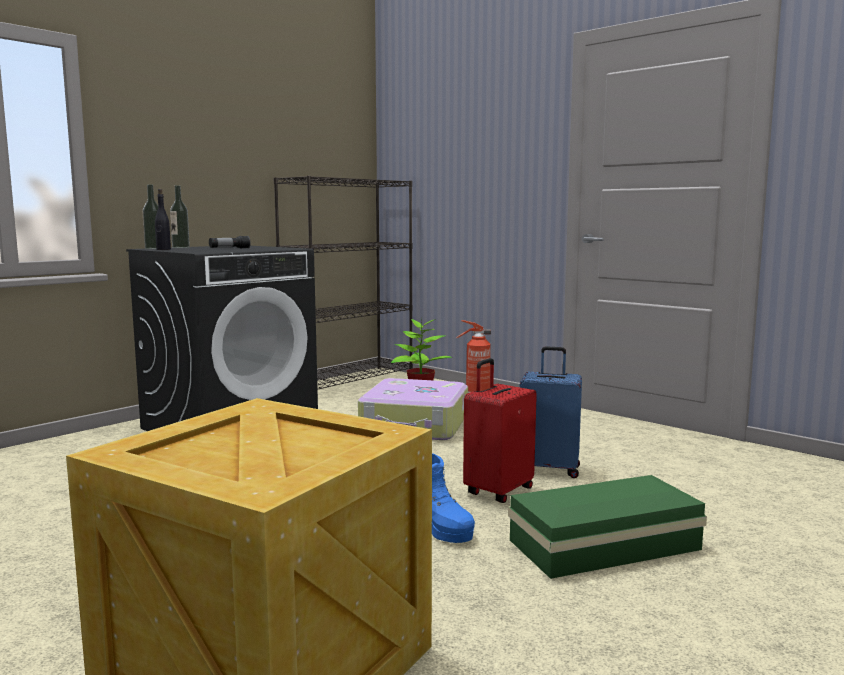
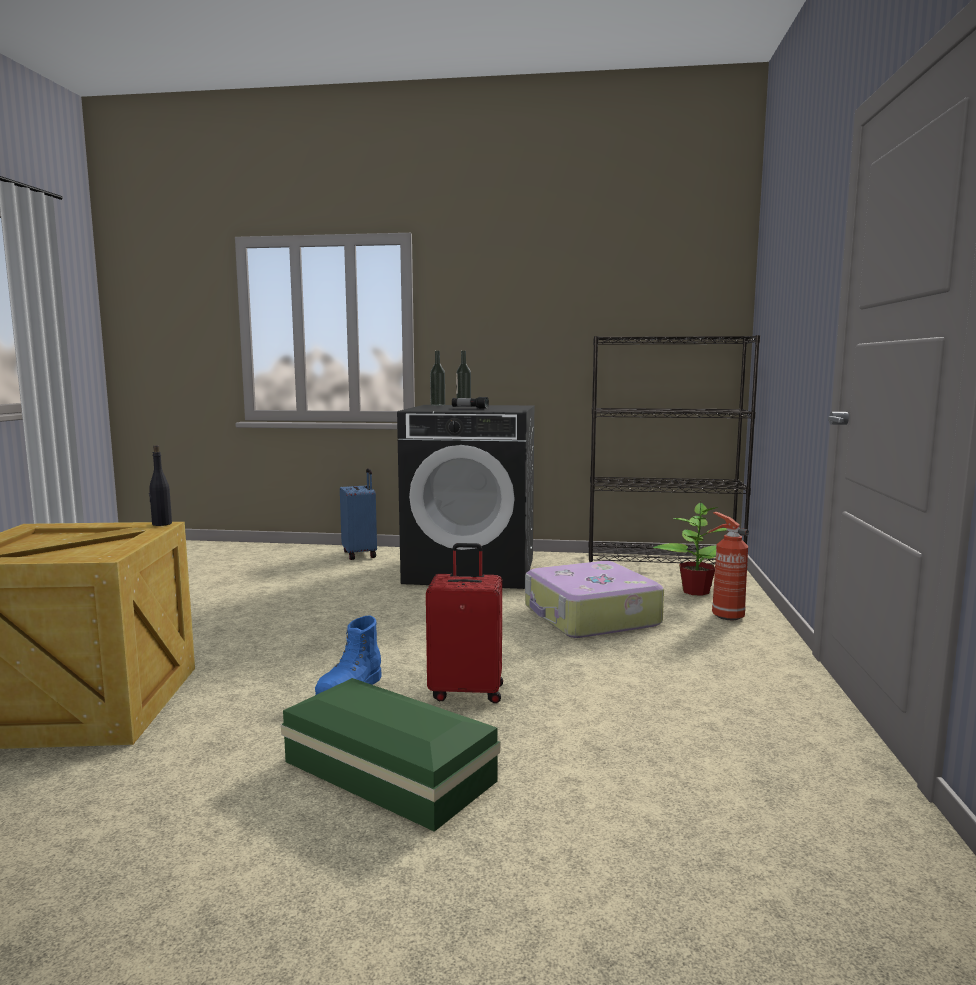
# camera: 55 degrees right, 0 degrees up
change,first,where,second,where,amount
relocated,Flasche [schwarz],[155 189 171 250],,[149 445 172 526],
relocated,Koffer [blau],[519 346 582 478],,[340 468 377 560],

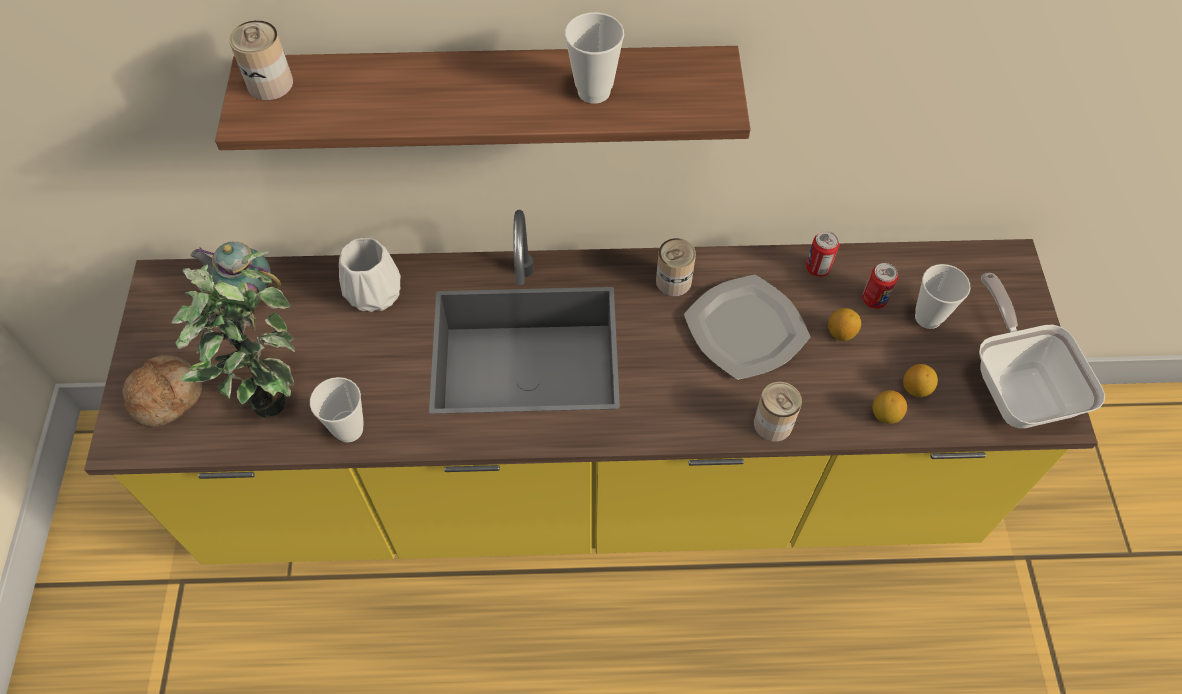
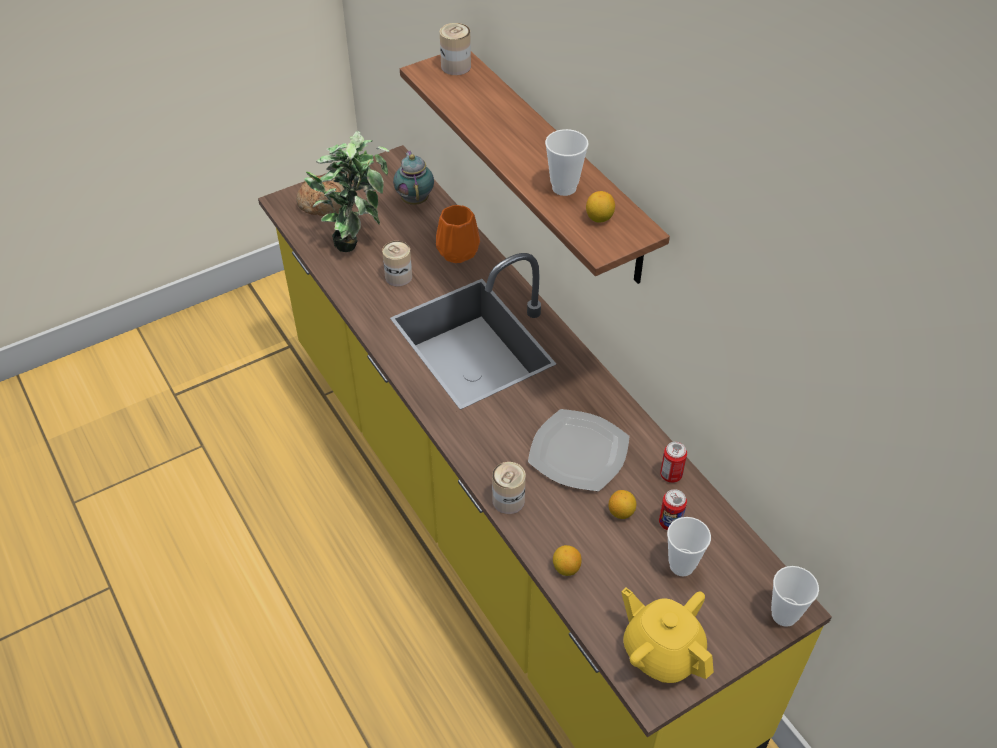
# camera: 60 degrees right, 10 degrees down
change,first,where,second,where,amount
relocated,Tasse,[310 377 364 443],,[771 566 819 627],
relocated,Dose,[656 238 696 296],,[382 241 412 287],
relocated,Zitrone,[903 364 938 398],,[586 191 615 223],
exchanged,Pfanne,[979 273 1105 428],Teekanne [gelb],[621 588 714 683],
colour,Vase [weiß],[339 238 401 312],Vase [orange],[436 205 480 263],

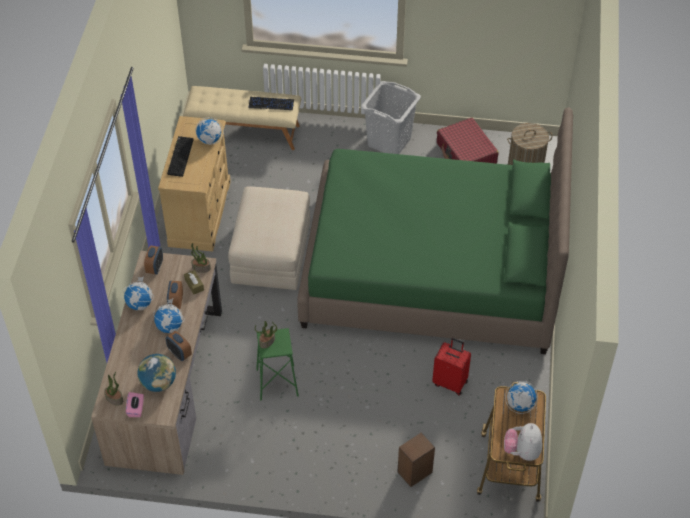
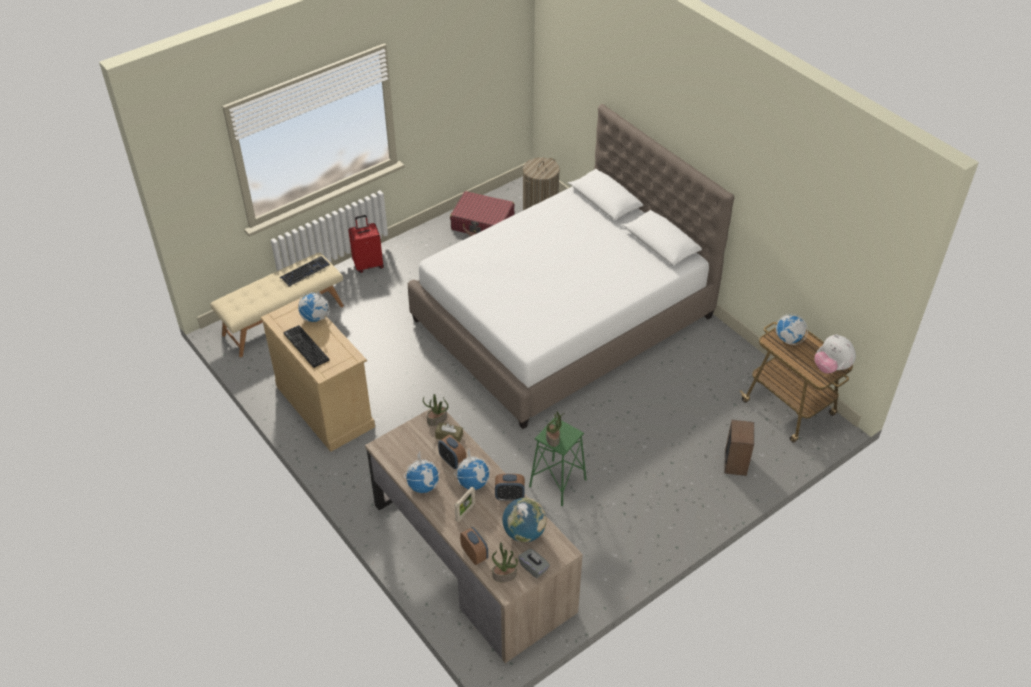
# camera: 45 degrees left, 5 degrees down
change,first,where,second,where,amount
missing,Polsterhocker [beige],[228 186 310 290],,,
missing,Wäschekorb [grau],[361 81 421 154],,,
appeared,,,Bilderrahmen,[455 486 475 522],
relocated,Wecker,[144 245 163 275],,[460 527 488 565],
relocated,Koffer [rot],[432 338 471 395],,[349 215 384 273],
colour,Taschentuchbox [rosa],[126 392 144 417],Taschentuchbox [grau],[518 548 550 578],
colour,Bett [grün],[297 107 573 354],Bett [weiß],[408 104 734 429],

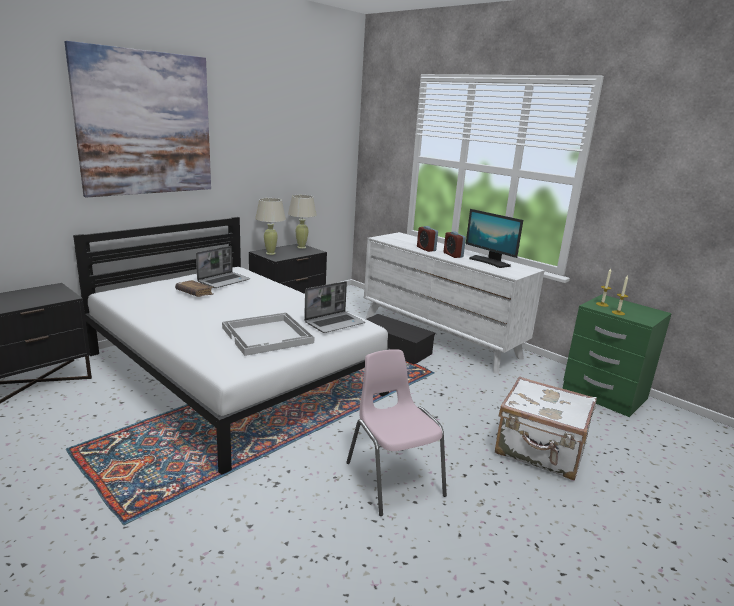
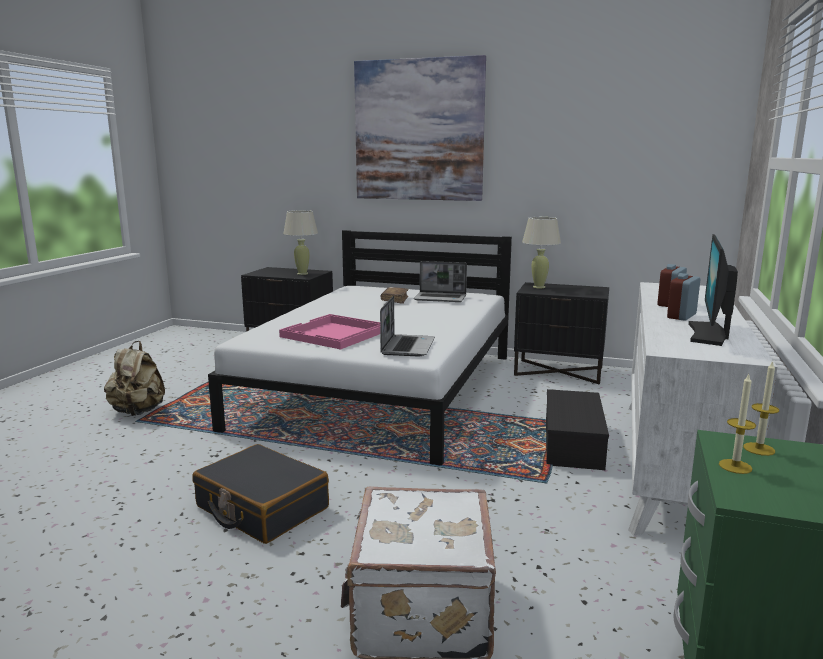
# camera: 65 degrees right, 5 degrees down
change,first,where,second,where,amount
appeared,,,Rucksack [beige],[104 341 165 416],
relocated,Tischlampe [beige],[288 195 317 249],,[283 210 318 275],
exchanged,Stuhl [rosa],[346 349 447 516],Koffer [schwarz],[193 444 329 544],
colour,Tablett [weiß],[222 312 314 356],Tablett [rosa],[279 314 380 350],
spun,Laptop,[304 281 365 333],,[380 296 435 356],105 degrees counterclockwise

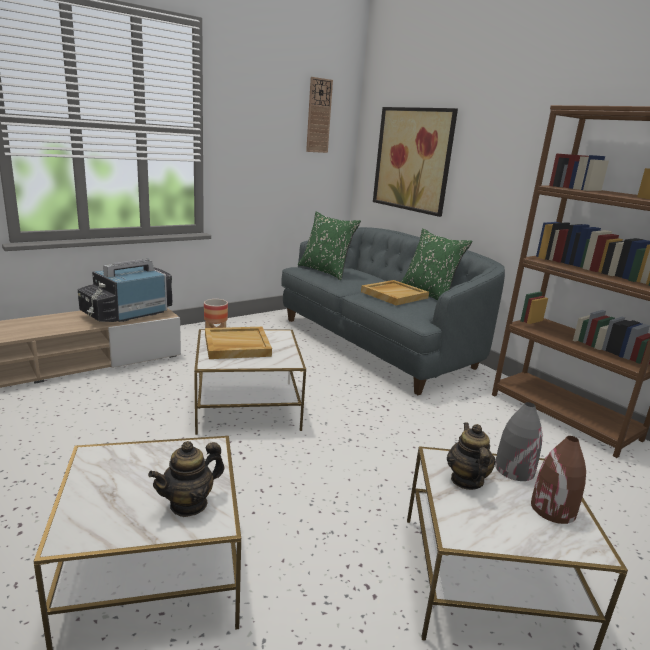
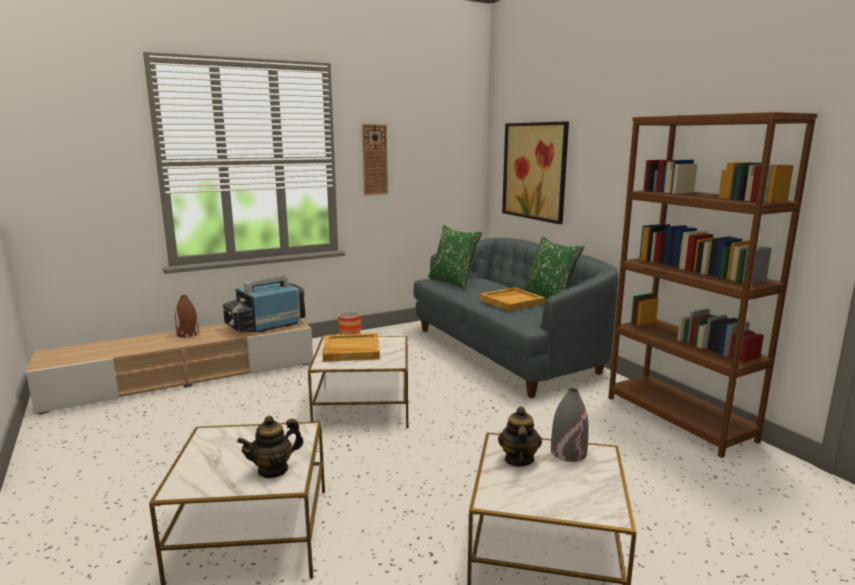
# camera: 10 degrees right, 5 degrees down
change,first,where,second,where,amount
relocated,Wanduhr,[306 77 333 153],,[362 124 388 195],
relocated,Vase [braun],[531 436 586 524],,[175 295 199 338],

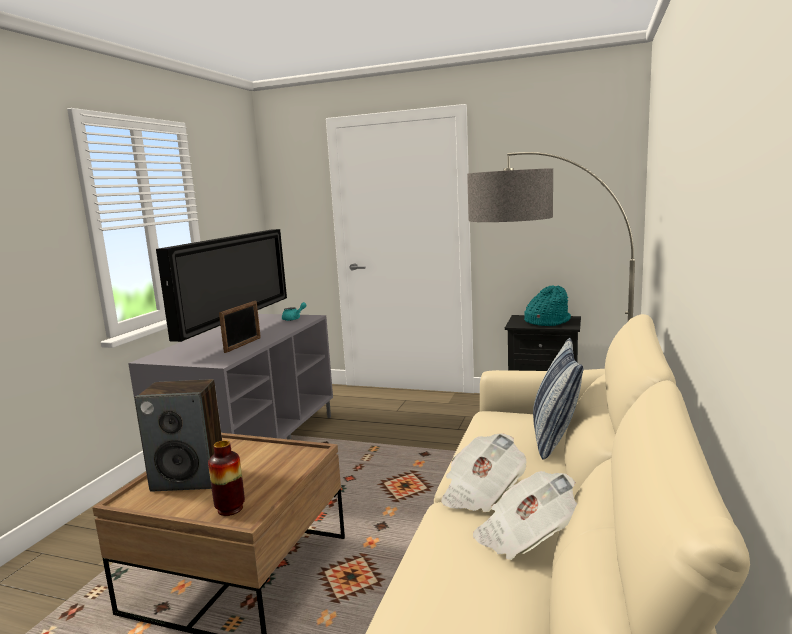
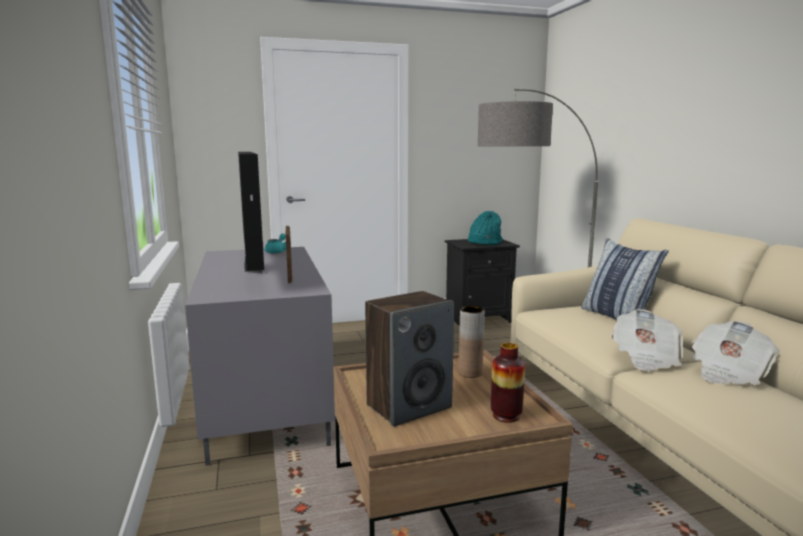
# camera: 35 degrees left, 0 degrees up
change,first,where,second,where,amount
appeared,,,Vase [braun],[459 306 485 378],

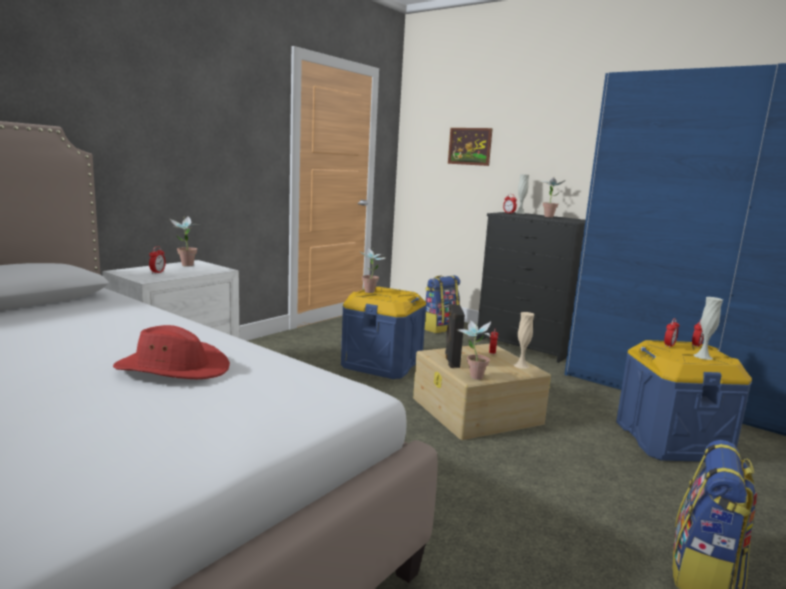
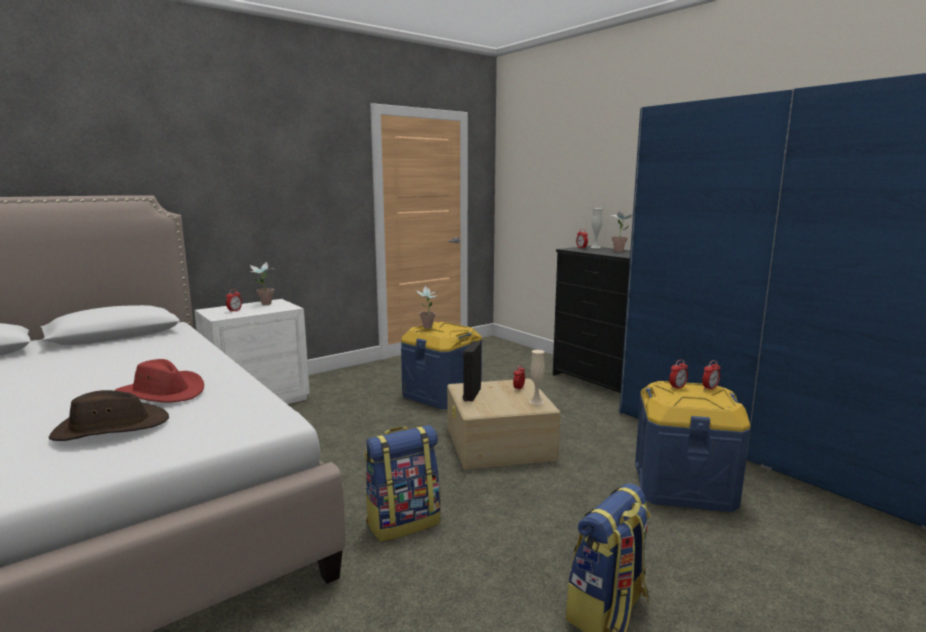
# camera: 15 degrees right, 0 degrees up
change,first,where,second,where,amount
missing,Bild,[448 128 493 166],,,
missing,Topfpflanze,[457 320 491 380],,,
missing,Vase [weiß],[694 297 723 360],,,
appeared,,,Hut [braun],[49 390 169 441],
relocated,Rucksack,[425 275 460 333],,[365 425 441 542],

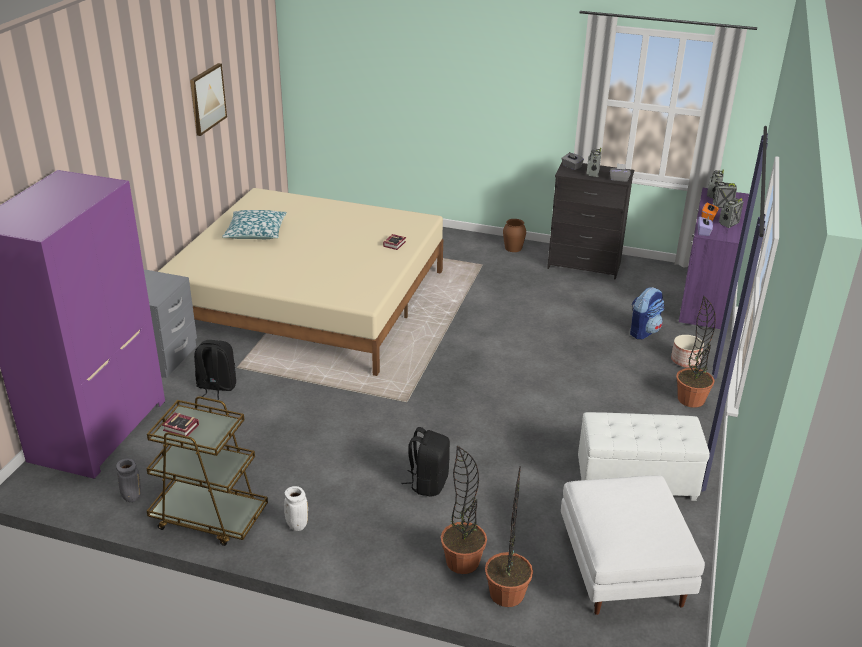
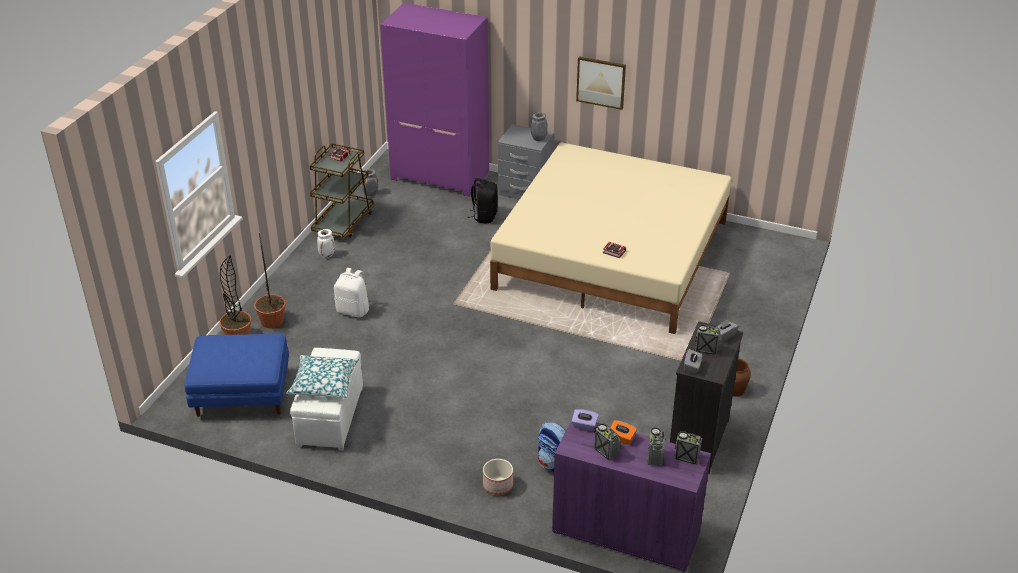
# camera: 95 degrees right, 5 degrees up
change,first,where,second,where,amount
missing,Topfpflanze,[677 295 716 408],,,
appeared,,,Vase [grau],[531 113 547 141],
relocated,Bild,[190 63 227 136],,[576 56 626 110],
relocated,Kissen,[222 210 287 239],,[286 355 359 398],
colour,Rucksack [schwarz],[402 427 450 496],Rucksack [weiß],[334 268 369 318],
colour,Polsterhocker [weiß],[561 475 705 615],Polsterhocker [blau],[184 334 289 417],

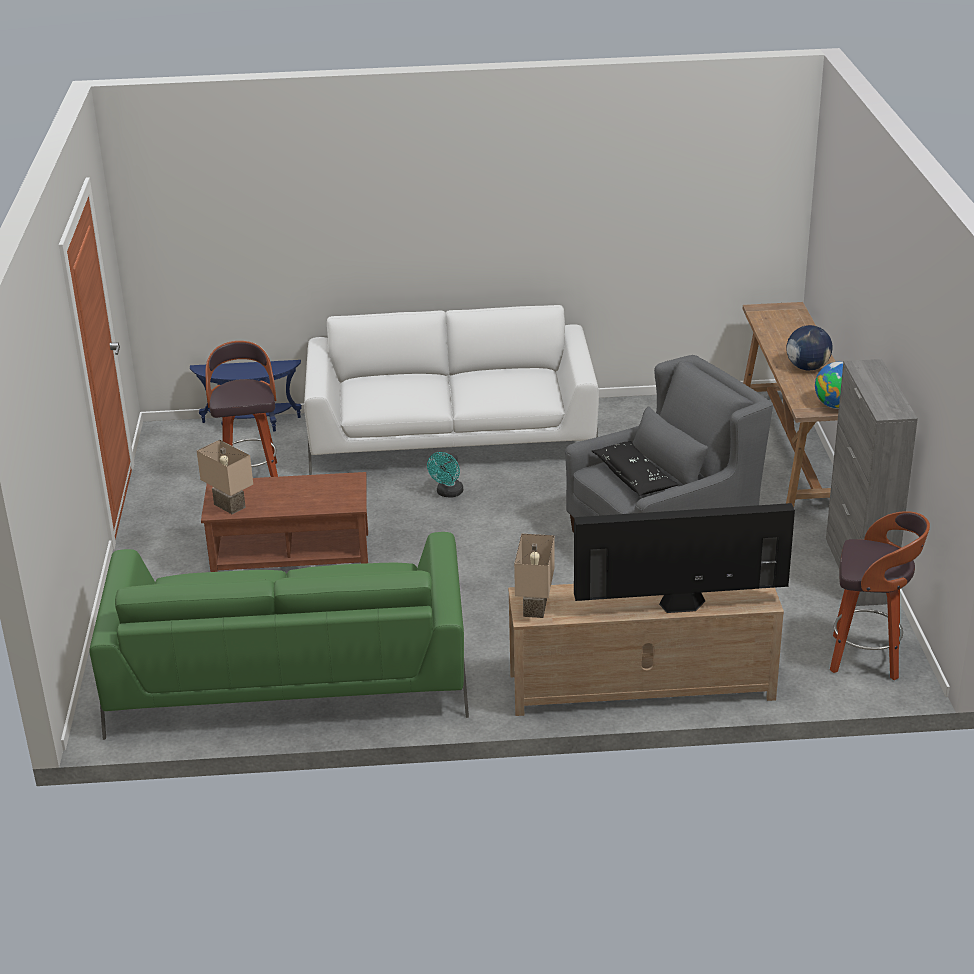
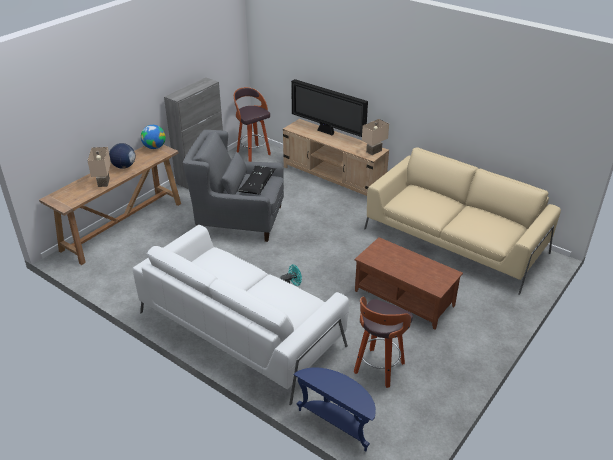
# camera: 140 degrees left, 5 degrees up
change,first,where,second,where,amount
relocated,Tischlampe [beige],[197 440 253 514],,[87 147 111 187],
colour,Sofa [grün],[89 532 469 740],Sofa [beige],[364 147 561 295],

